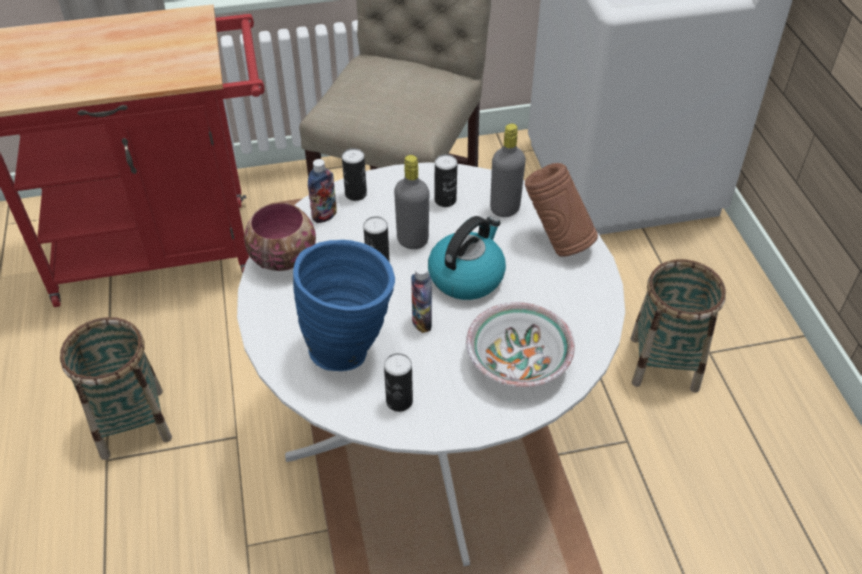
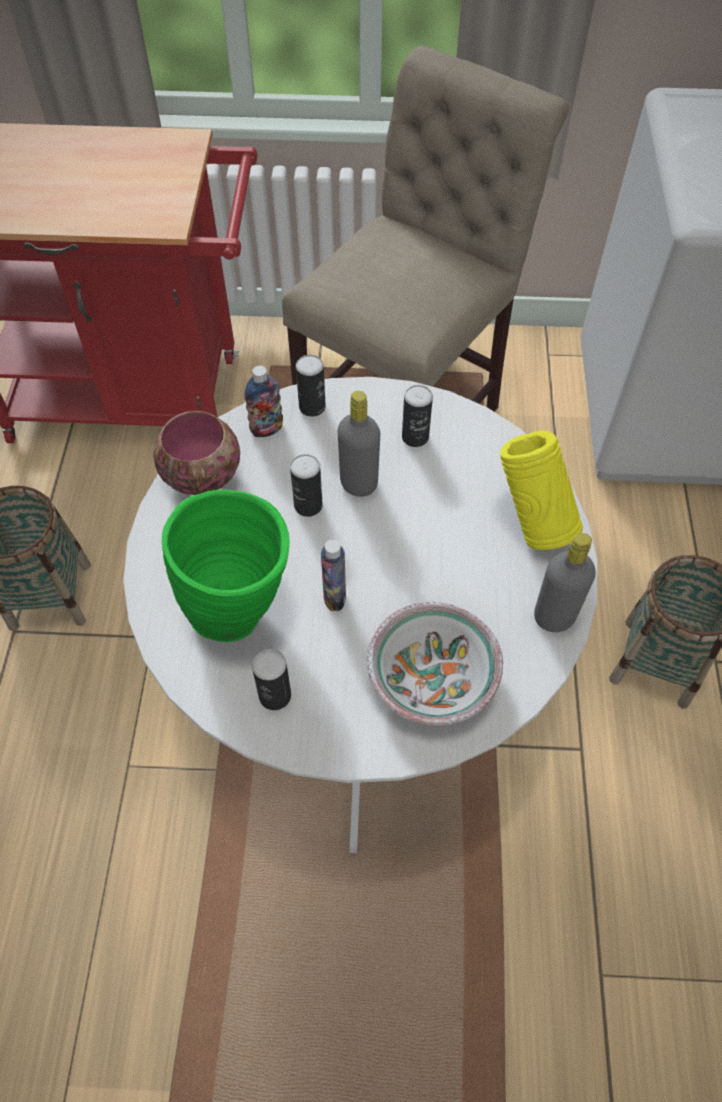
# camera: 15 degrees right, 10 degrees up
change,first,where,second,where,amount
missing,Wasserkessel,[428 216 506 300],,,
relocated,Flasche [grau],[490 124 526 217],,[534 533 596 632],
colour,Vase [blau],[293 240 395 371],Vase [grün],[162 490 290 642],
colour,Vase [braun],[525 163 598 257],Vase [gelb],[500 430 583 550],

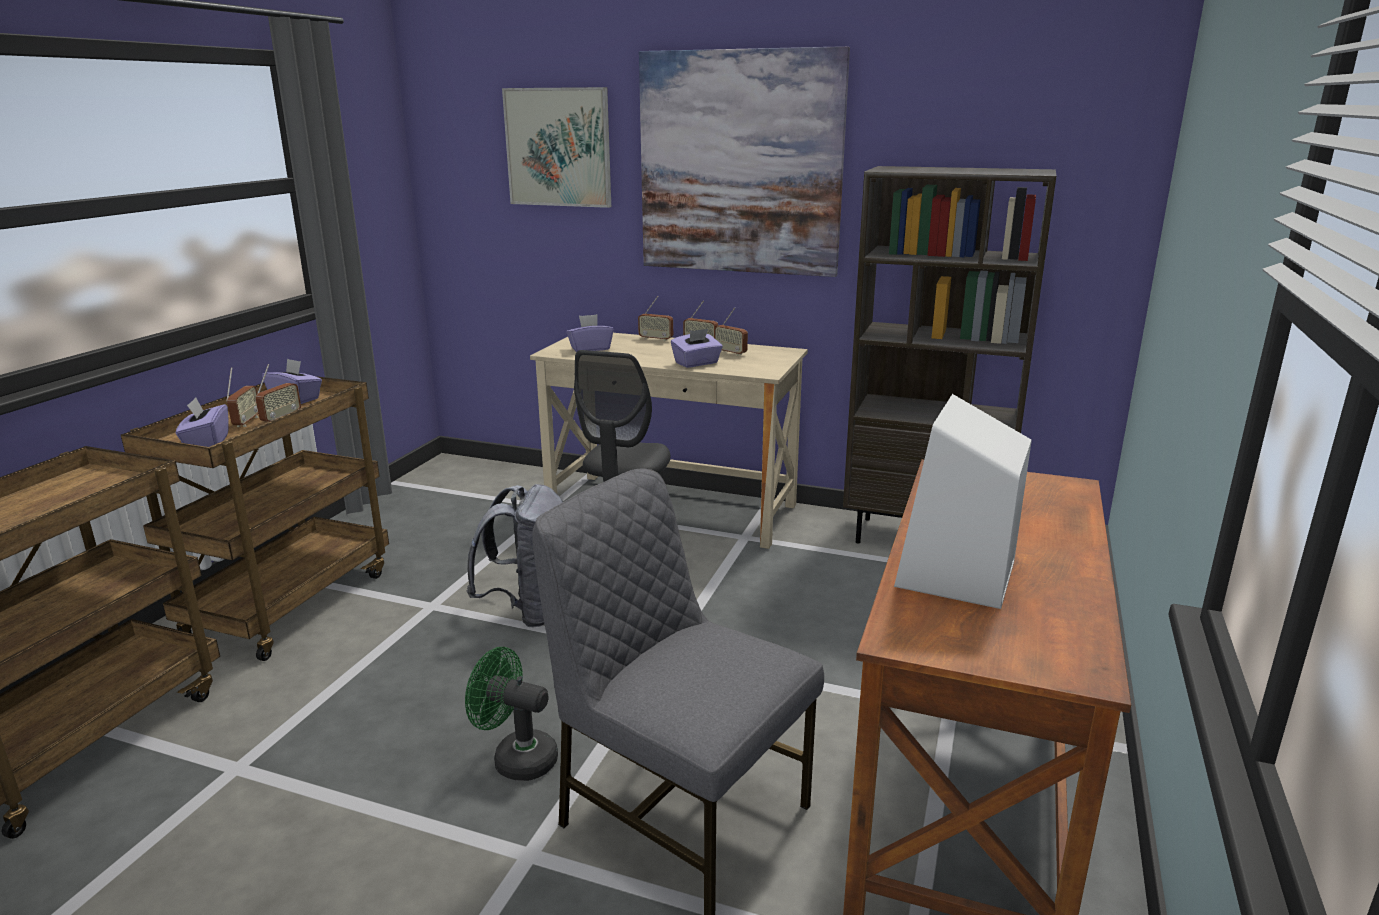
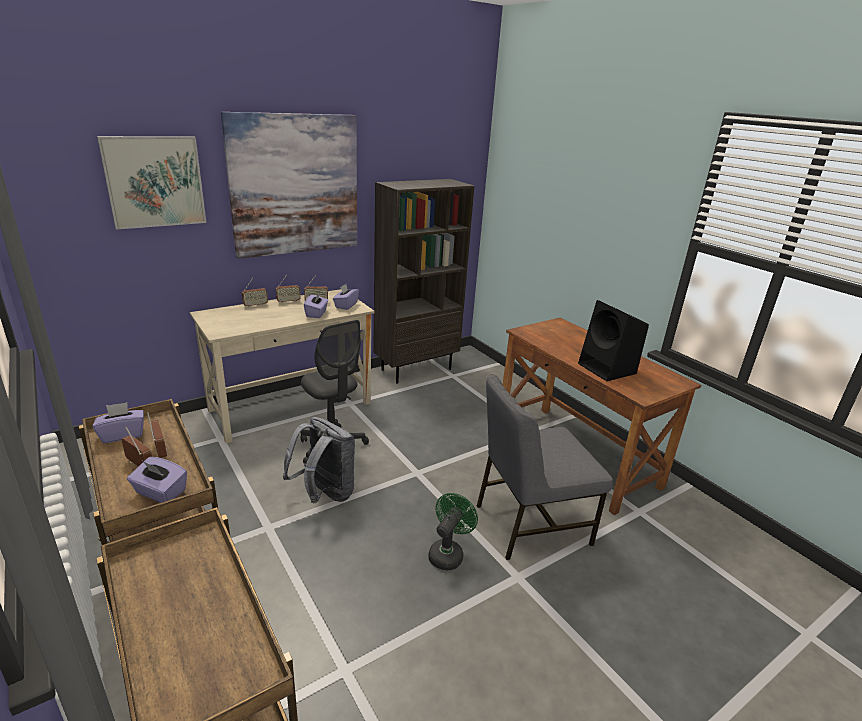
# camera: 55 degrees left, 5 degrees up
change,first,where,second,where,amount
relocated,Taschentuchbox [lila],[566 314 614 352],,[333 284 359 310],
colour,Lautsprecher [weiß],[894 394 1032 609],Lautsprecher [schwarz],[578 300 649 381],
spun,Ventilator [grün],[465 647 558 781],,[428 493 478 570],150 degrees clockwise

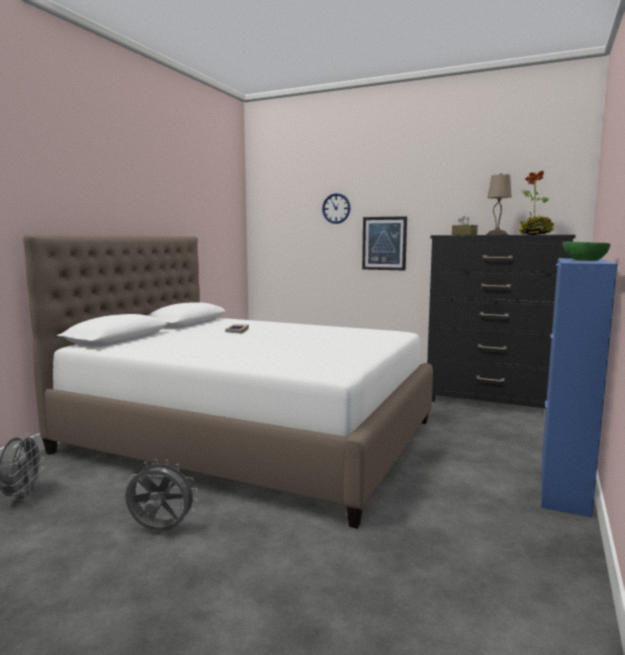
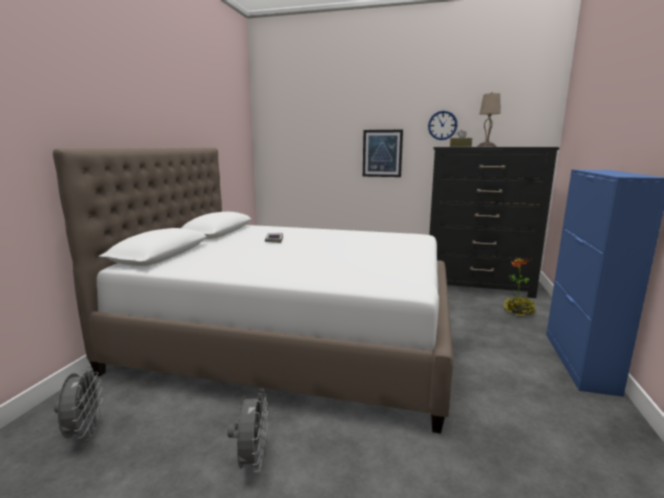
# camera: 10 degrees left, 5 degrees up
change,first,where,second,where,amount
missing,Schüssel [grün],[563 242 611 261],,,
relocated,Wanduhr,[322 193 350 224],,[428 110 457 140],
relocated,Topfpflanze,[518 170 554 235],,[504 258 536 316],
spun,Ventilator [grau],[125 459 198 531],,[227 390 268 472],90 degrees clockwise

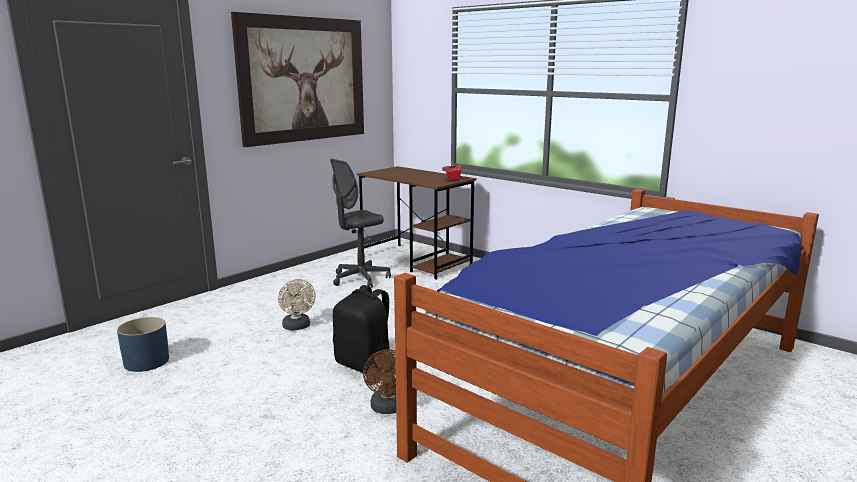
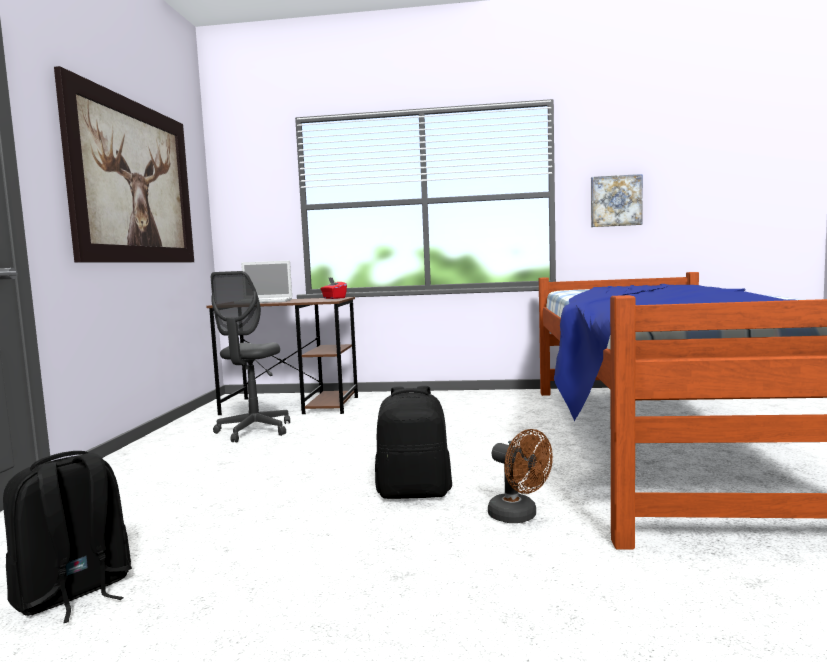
# camera: 35 degrees left, 10 degrees down
change,first,where,second,where,amount
missing,Ventilator [beige],[278 279 316 330],,,
appeared,,,Laptop,[241 261 292 303],
appeared,,,Bild,[591 174 643 227],
exchanged,Pflanzkübel [blau],[117 317 169 372],Rucksack [schwarz],[3 451 132 623],

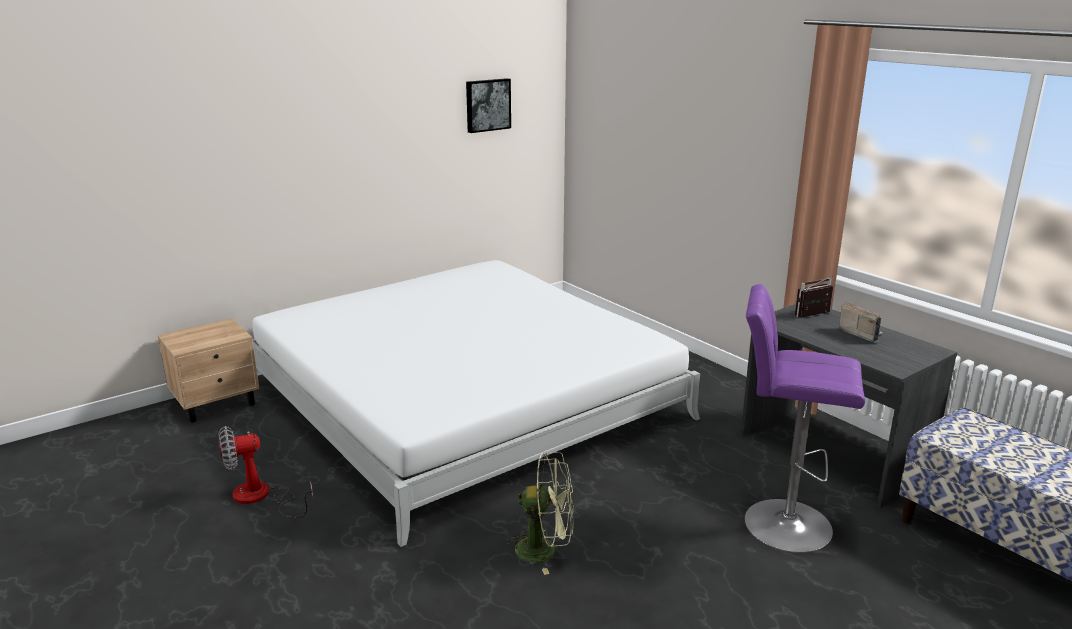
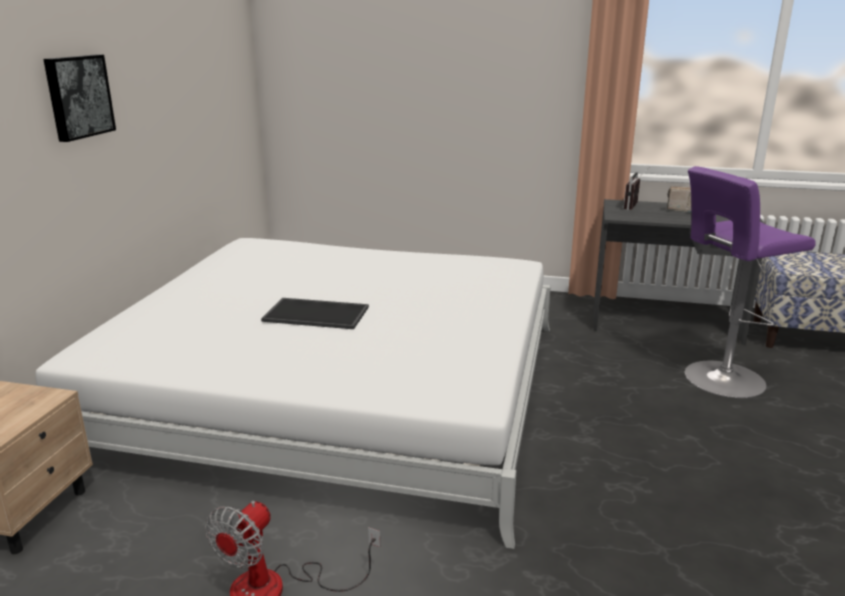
# camera: 40 degrees left, 0 degrees up
change,first,where,second,where,amount
missing,Ventilator [grün],[505 452 574 575],,,
appeared,,,Tablett,[261 298 369 329],
relocated,Bild,[466 78 511 133],,[43 54 116 142],

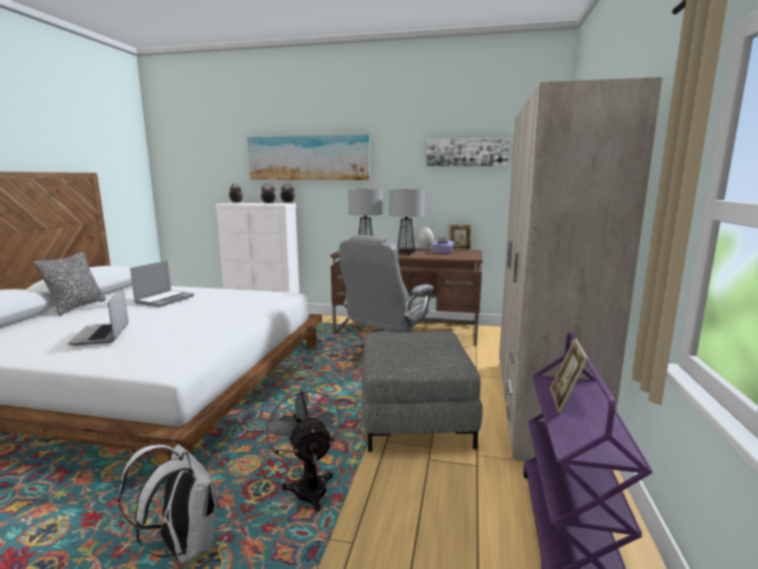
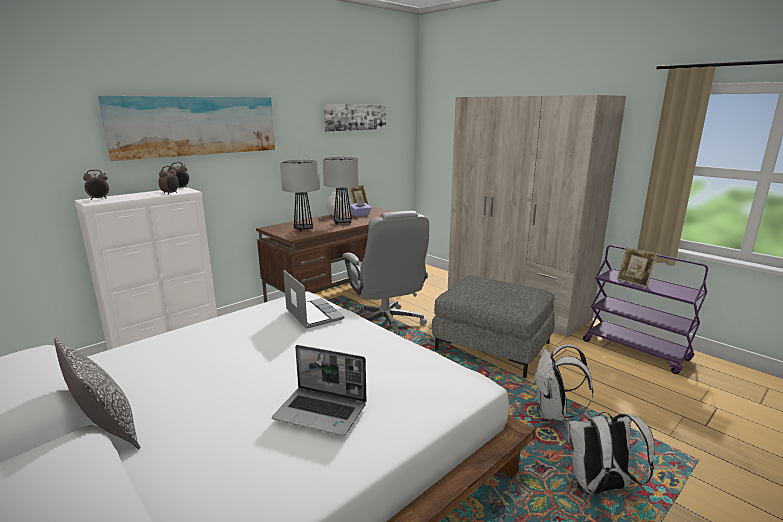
# camera: 55 degrees left, 5 degrees up
change,first,where,second,where,amount
relocated,Laptop,[130 260 194 307],,[283 270 344 329],
exchanged,Ventilator [grau],[264 385 341 512],Rucksack [weiß],[534 344 594 421],

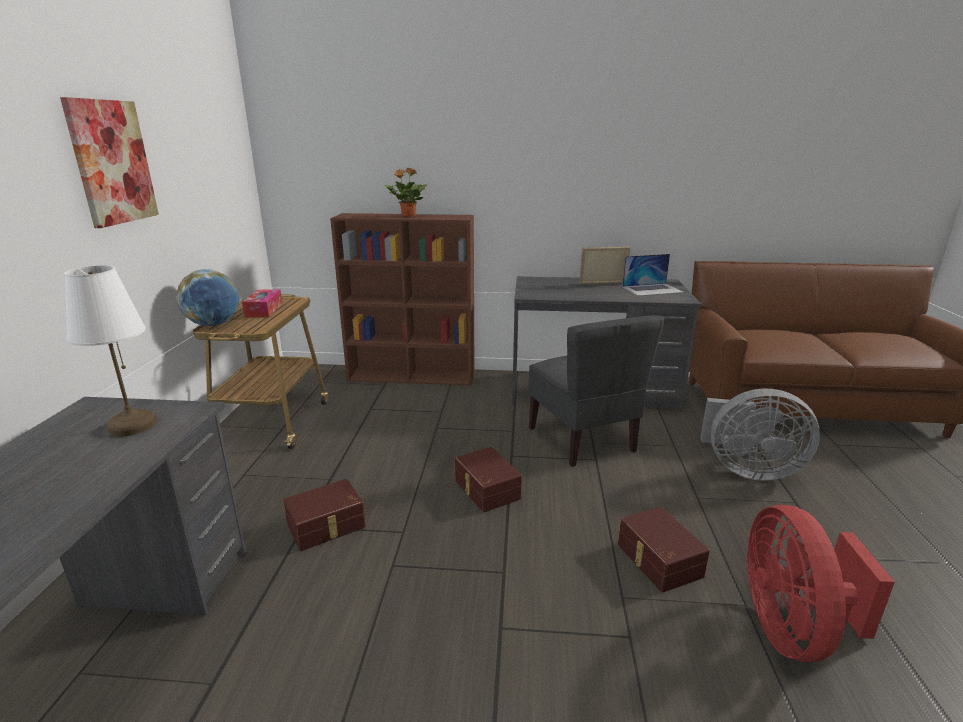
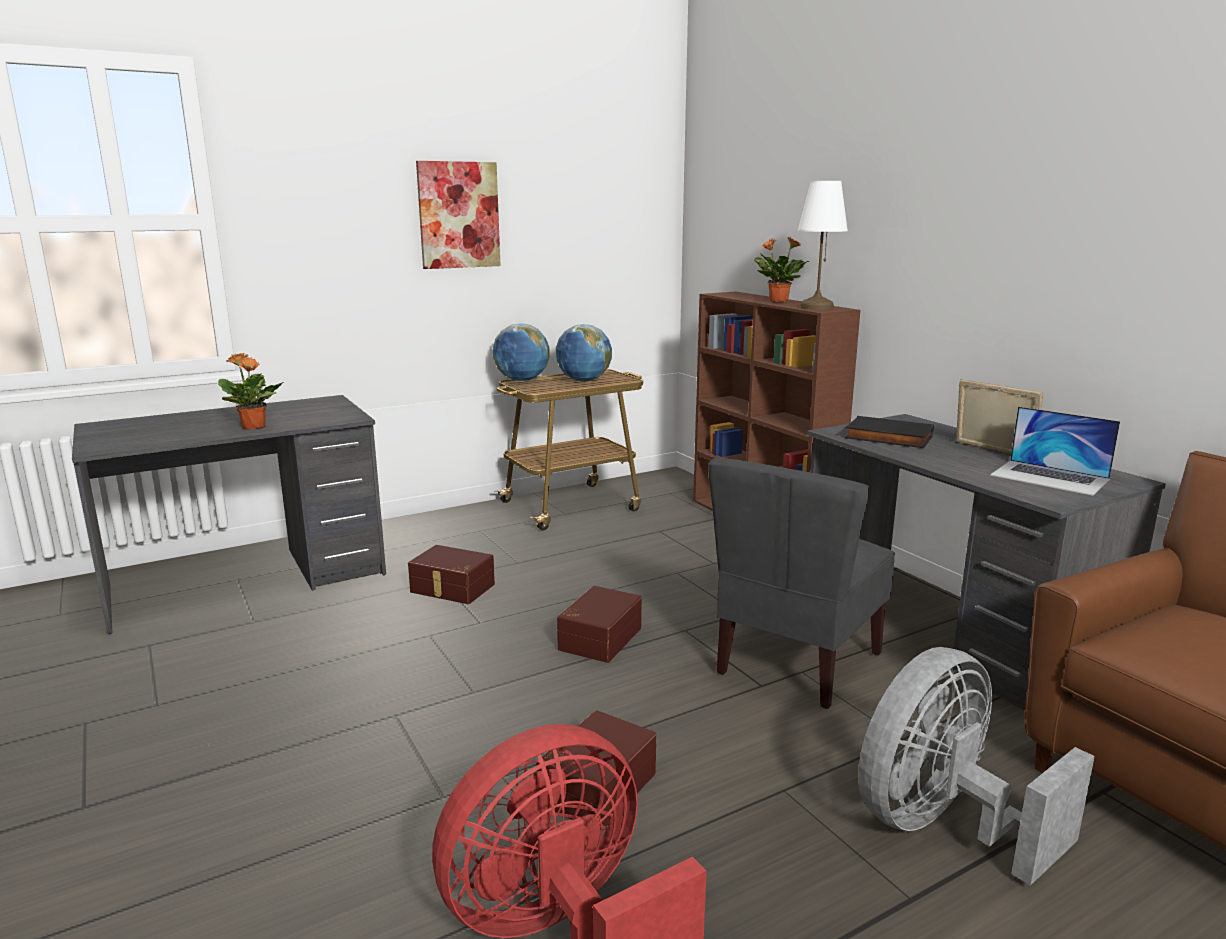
# camera: 55 degrees right, 5 degrees down
change,first,where,second,where,amount
appeared,,,Topfpflanze,[218 353 284 430],
appeared,,,Buch [schwarz],[845 416 934 448],
relocated,Tischlampe [weiß],[64 265 157 437],,[798 181 848 310],
exchanged,Taschentuchbox,[242 289 282 317],Globus,[556 324 612 381],
spun,Ventilator [grau],[700 389 820 481],,[858 647 1095 886],75 degrees clockwise

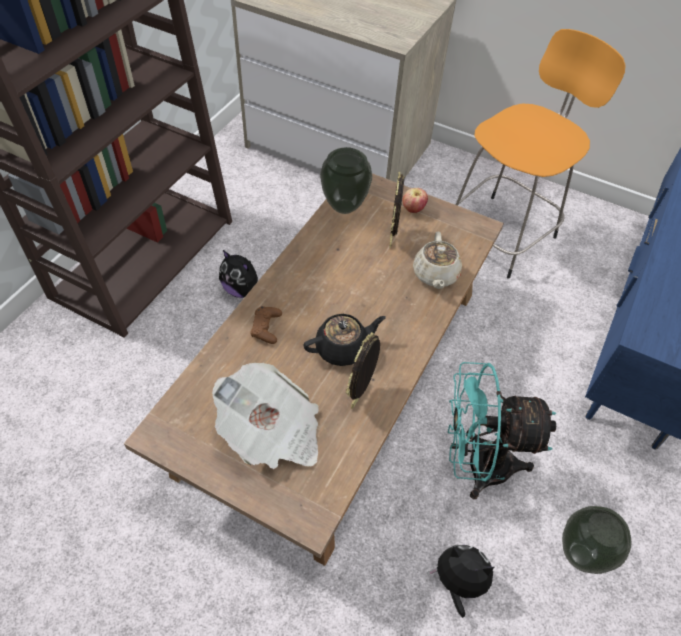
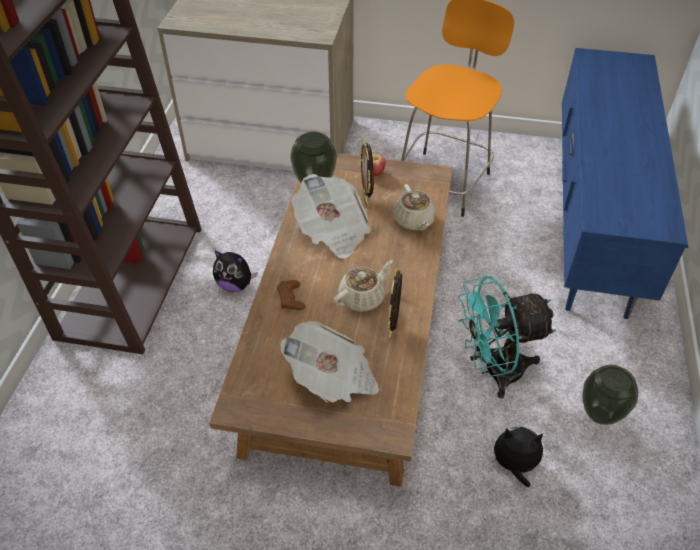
# camera: 15 degrees left, 5 degrees down
change,first,where,second,where,amount
appeared,,,Zeitung,[291 174 371 259],
colour,Teekanne [schwarz],[303 314 386 366],Teekanne [beige],[333 260 393 312],

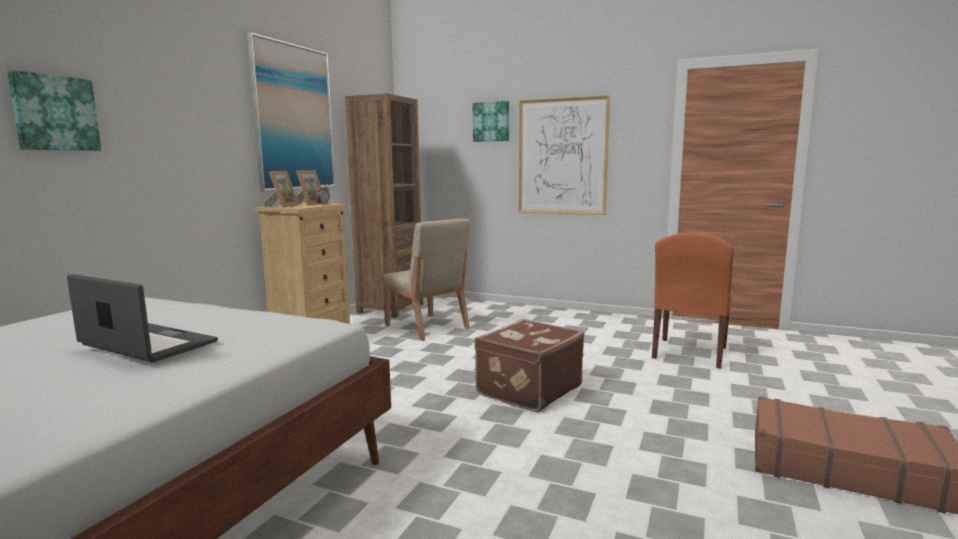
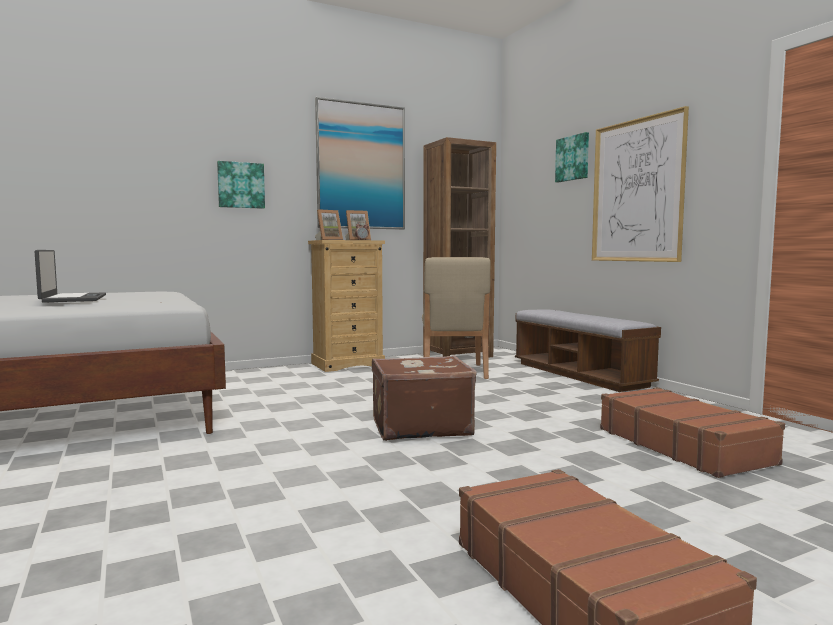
# camera: 40 degrees right, 5 degrees down
change,first,where,second,where,amount
appeared,,,Bank,[515 309 661 392],
relocated,Bild,[7 70 101 151],,[217 161 265 209],
exchanged,Stuhl [orange],[652 233 734 369],Koffer [braun],[600 387 785 478],

